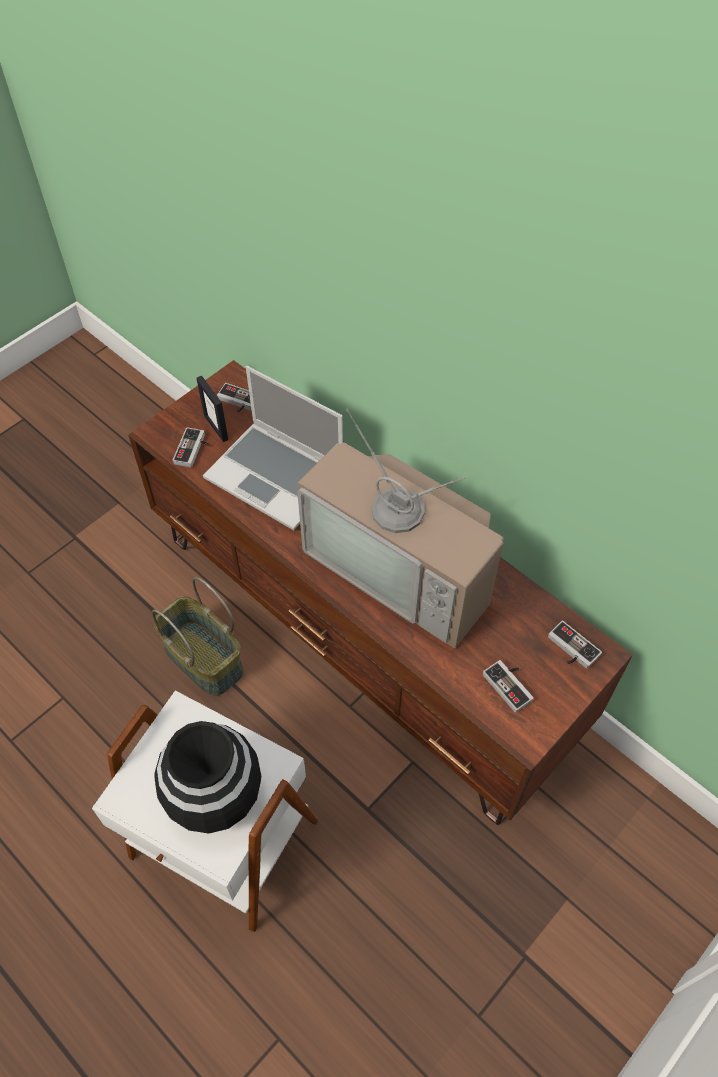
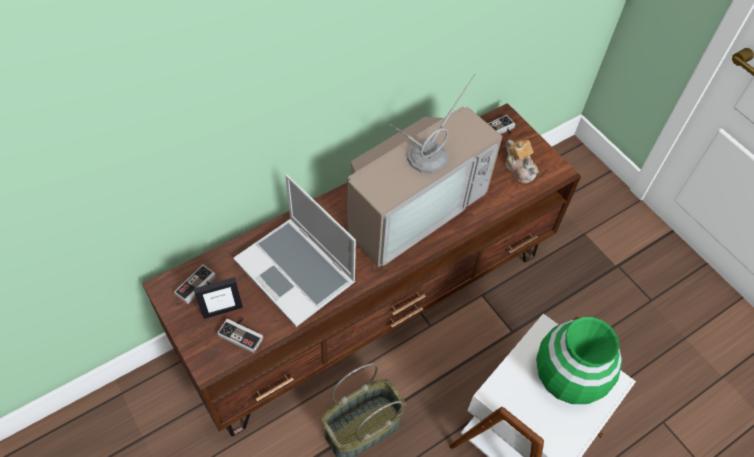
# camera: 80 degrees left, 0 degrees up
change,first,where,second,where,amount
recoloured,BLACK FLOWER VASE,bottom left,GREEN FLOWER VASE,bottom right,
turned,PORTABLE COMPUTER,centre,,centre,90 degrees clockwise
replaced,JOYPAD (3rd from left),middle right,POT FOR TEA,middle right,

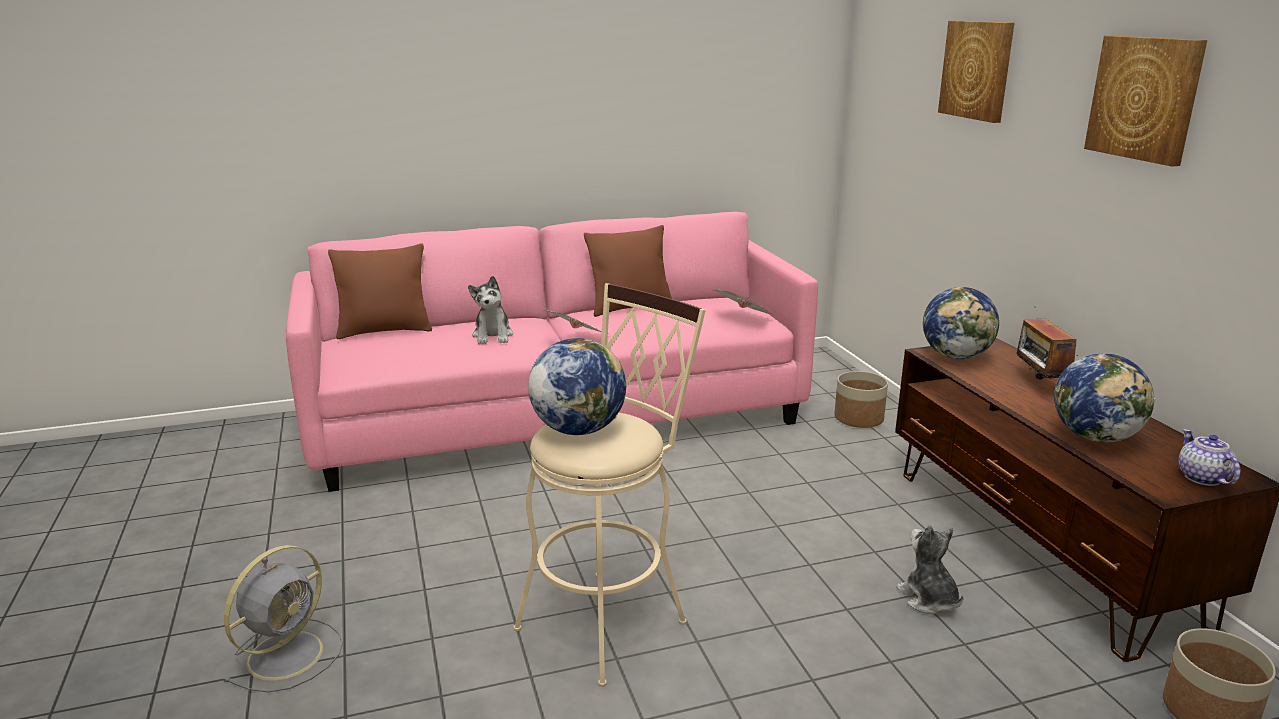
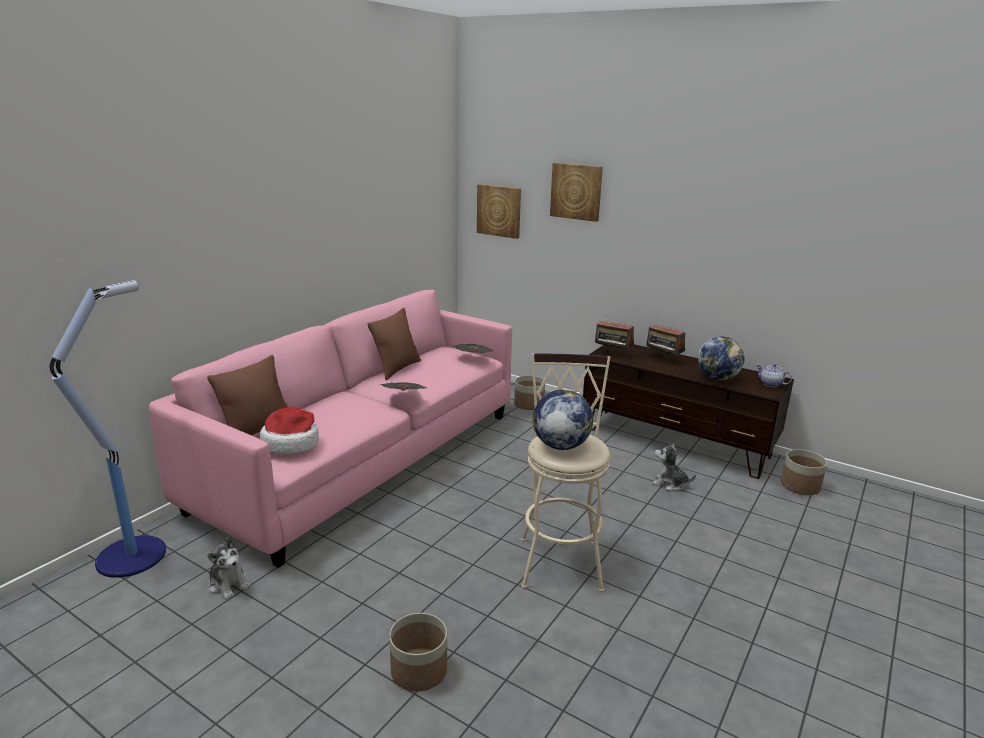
# camera: 40 degrees left, 0 degrees up
change,first,where,second,where,amount
replaced,GRAY FAN,bottom left,PLANT POT (1st from left),bottom centre,
moved,CUDDLY TOY (1st from left),centre,,bottom left,
replaced,WORLD GLOBE (2nd from left),middle right,RADIO RECEIVER (1st from left),centre,
moved,PICTURE (2nd from left in the first image),top right,PICTURE (1st from left),top centre,
added,,,STANDARD LAMP,middle left,
added,,,WEARABLE HAT,middle left,

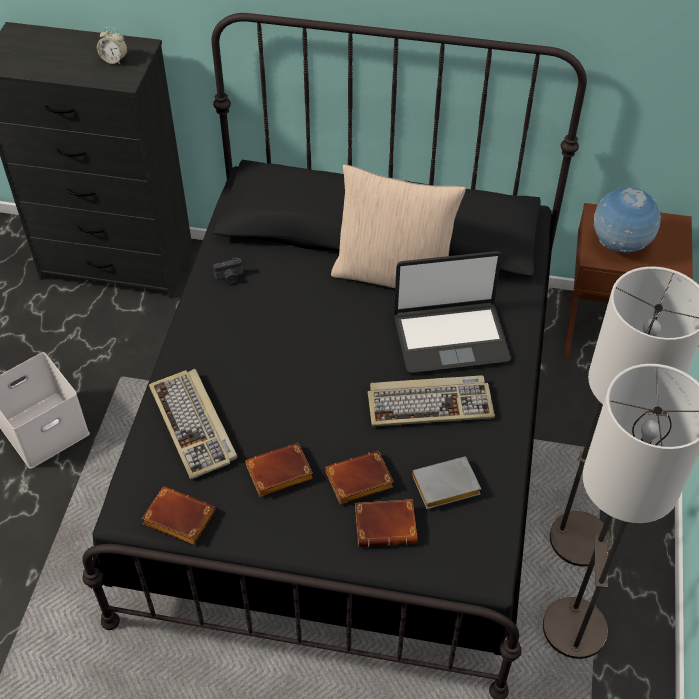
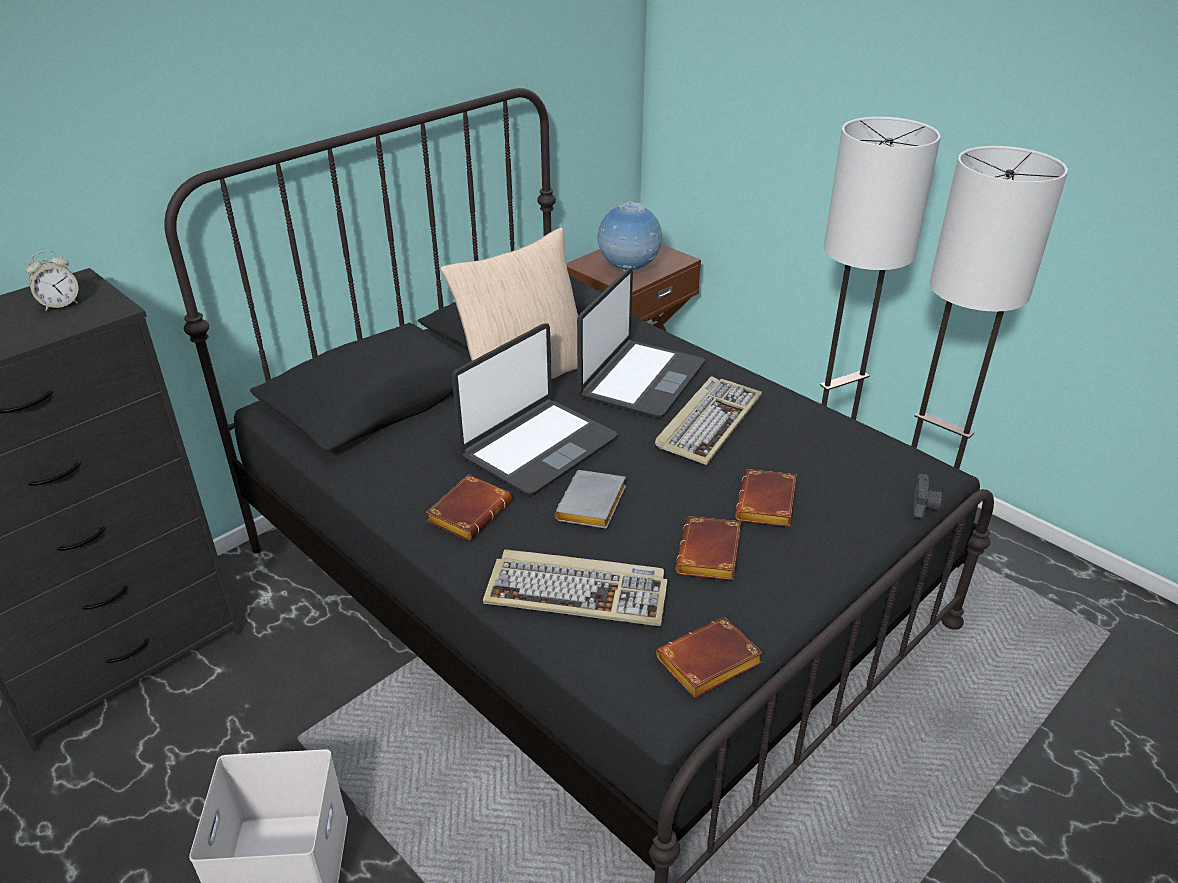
# camera: 55 degrees left, 15 degrees down
change,first,where,second,where,amount
moved,PHOTO CAMERA,middle left,,middle right,
moved,BROWN BOOK (4th from left in the first image),bottom centre,BROWN BOOK (1st from left),centre,
moved,GRAY BOOK,bottom centre,,centre,
added,,,PORTABLE COMPUTER (1st from left),centre,

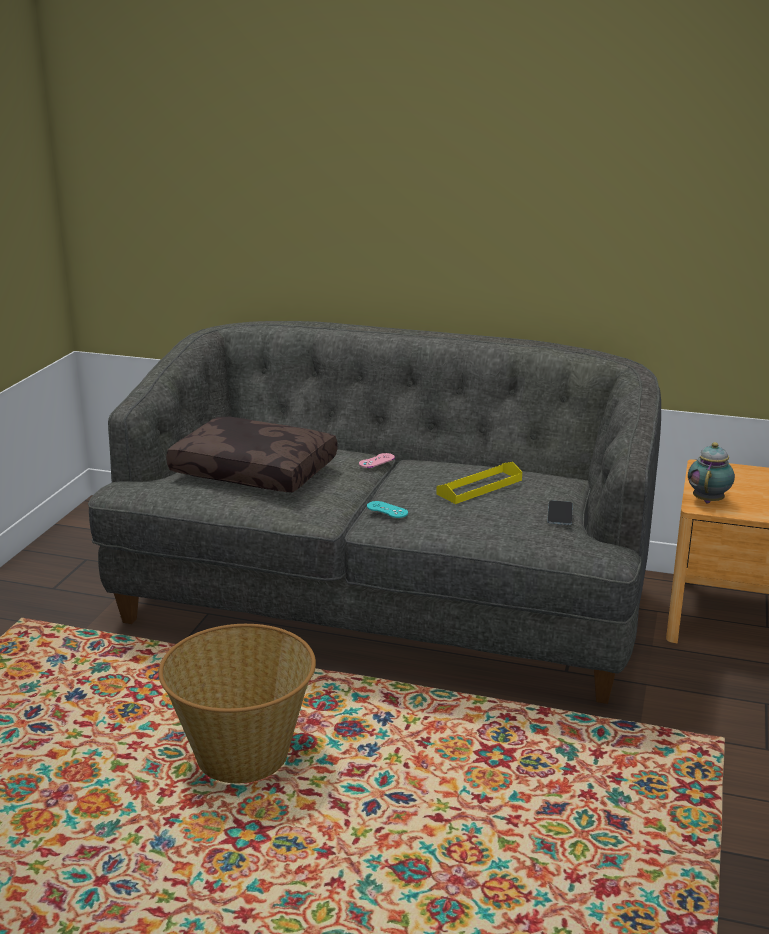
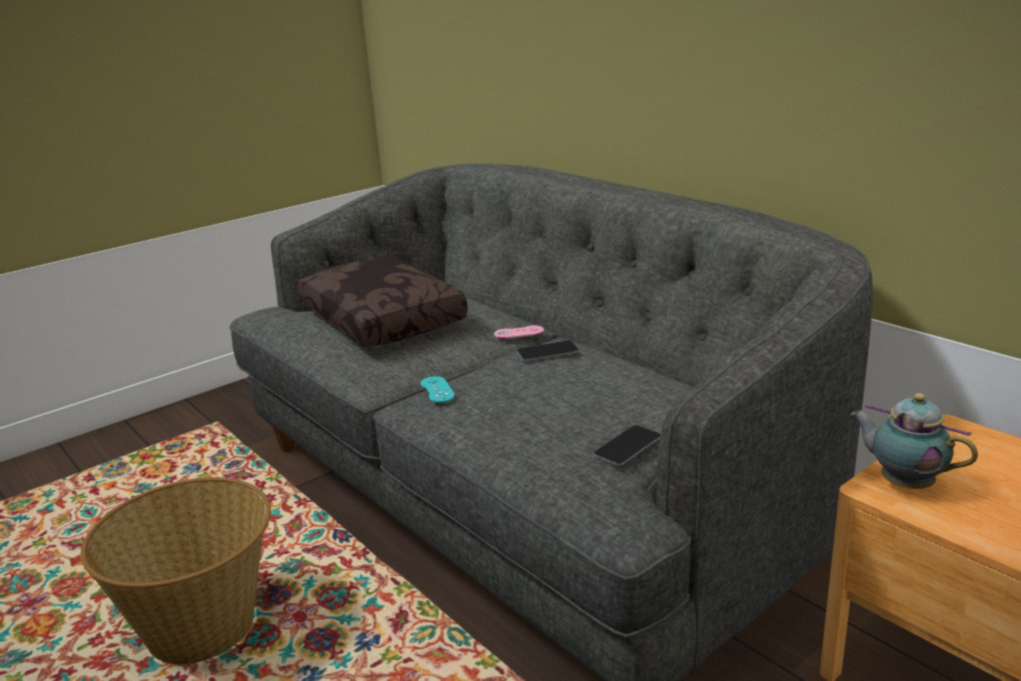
# camera: 35 degrees right, 0 degrees up
change,first,where,second,where,amount
removed,YELLOW-COLOURED CARRYING TRAY,centre,,,
turned,POT FOR TEA,middle right,,middle right,105 degrees counterclockwise
added,,,HANDSET (1st from left),centre,

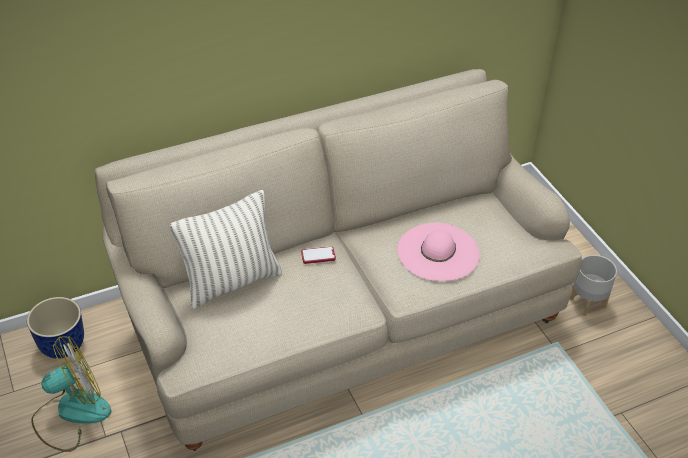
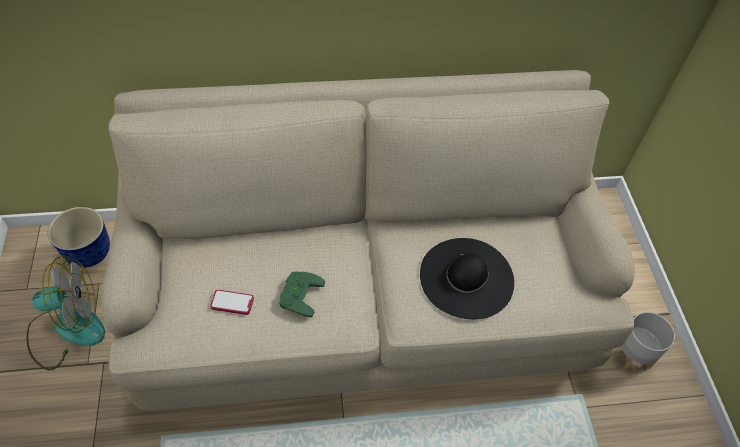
# camera: 15 degrees right, 10 degrees up
change,first,where,second,where,amount
removed,CUSHION,middle left,,,
moved,HANDSET,centre,,bottom left,
recoloured,PINKISH WEARABLE HAT,centre,BLACK WEARABLE HAT,centre,
added,,,GREEN JOYPAD,centre,

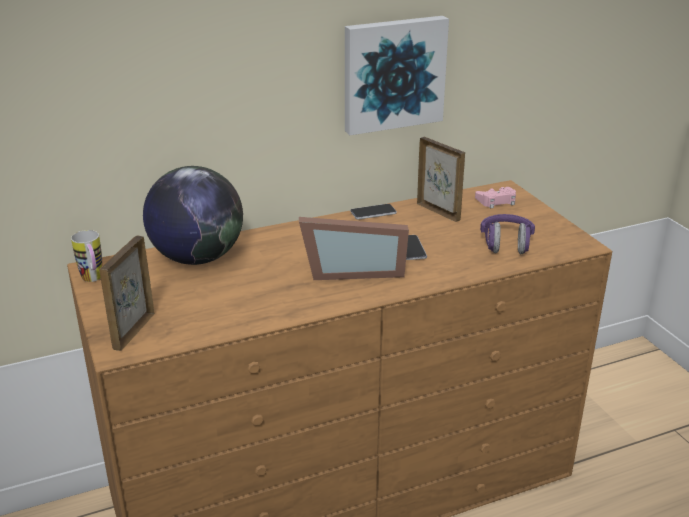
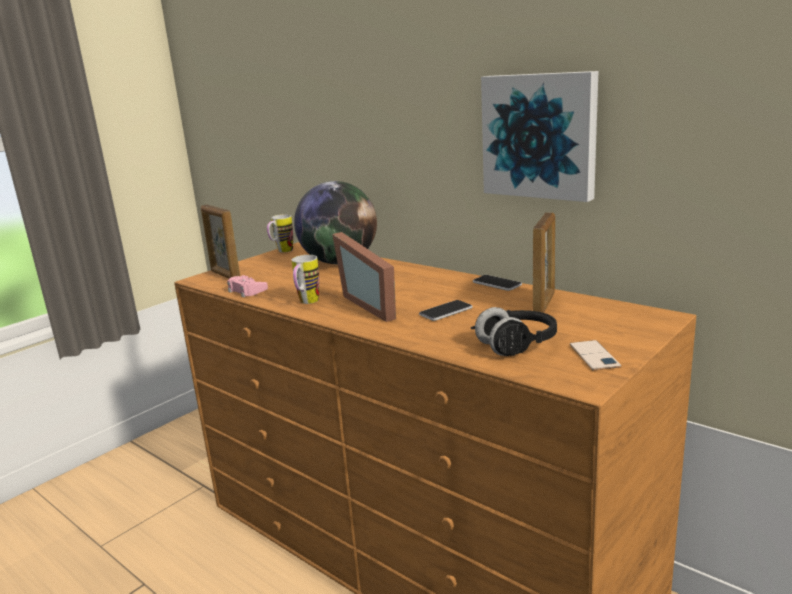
# camera: 65 degrees right, 10 degrees down
change,first,where,second,where,amount
turned,STANDING FRAME (1st from left),middle left,,middle left,120 degrees counterclockwise
moved,PINKISH JOYPAD,middle right,,middle left,
recoloured,PURPLE HEADSET,middle right,BLACK HEADSET,centre,
added,,,TEA MUG (2nd from left),centre,
added,,,HANDSET (3rd from left),middle right,

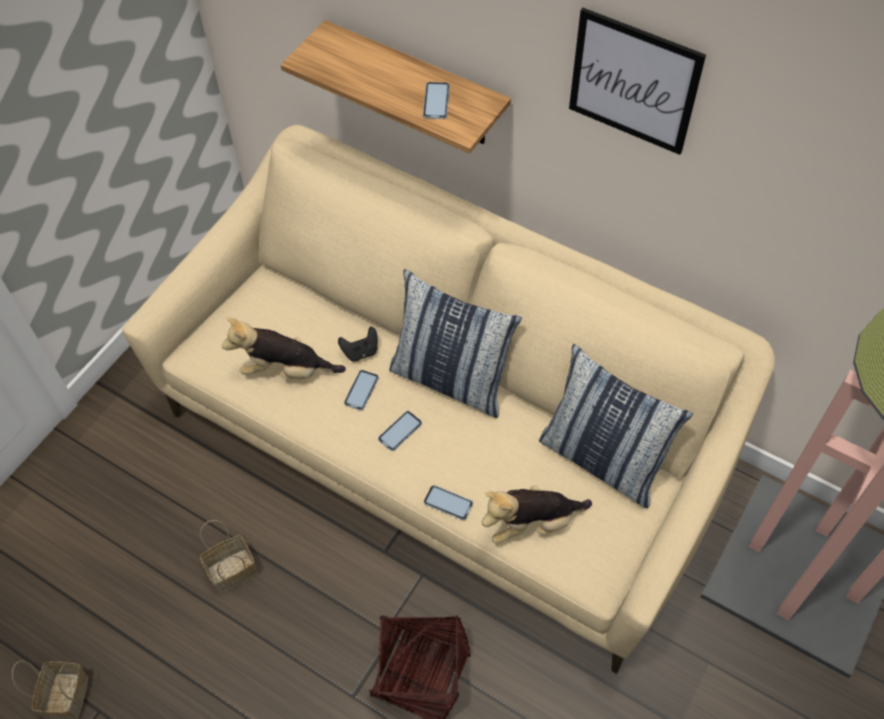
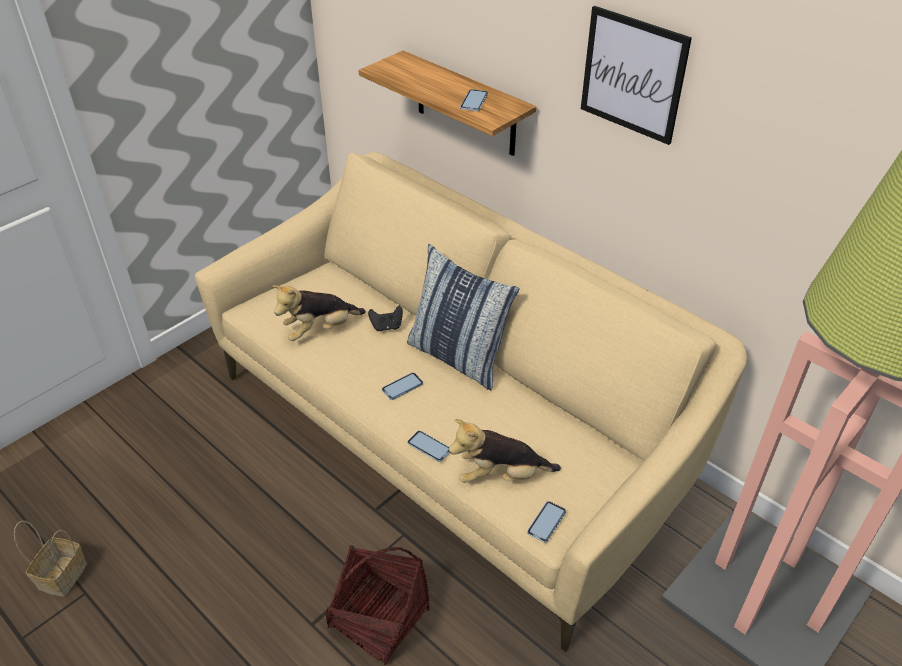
# camera: 10 degrees right, 15 degrees down
change,first,where,second,where,amount
removed,HOUSEHOLD BASKET (2nd from left),bottom left,,,
turned,CUDDLY TOY (1st from left),middle left,,centre,45 degrees counterclockwise
moved,HANDSET (1st from left in the first image),centre,HANDSET (4th from left),bottom centre,
removed,CUSHION (2nd from left),middle right,,,

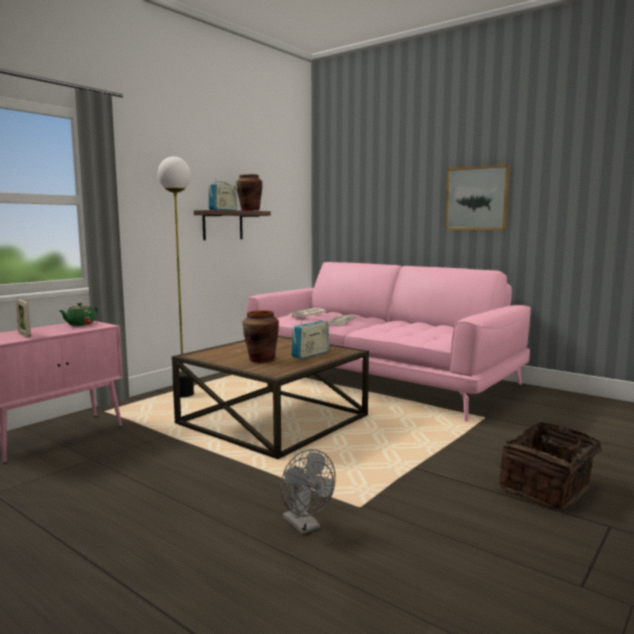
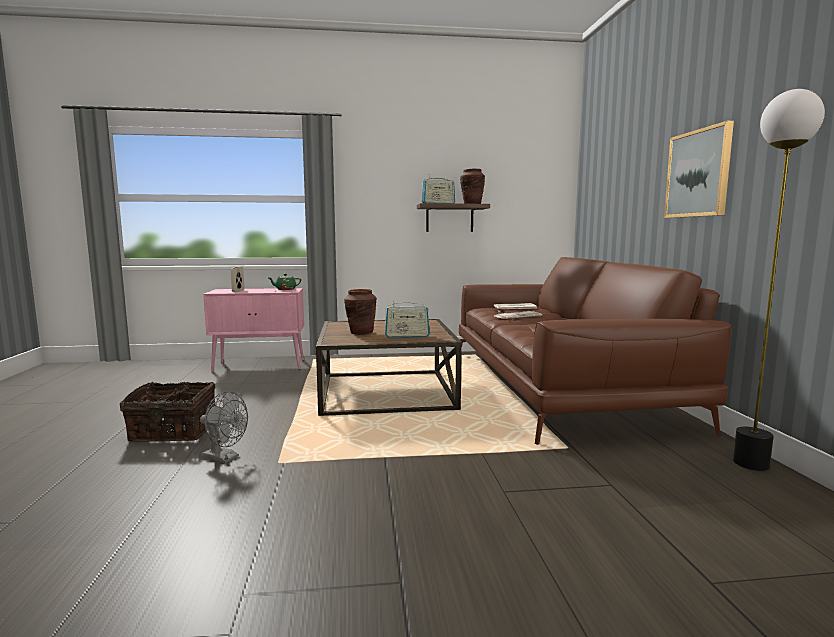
# camera: 45 degrees right, 0 degrees up
change,first,where,second,where,amount
moved,STANDARD LAMP,middle left,,middle right,
recoloured,PINKISH SOFA,centre,BROWN SOFA,middle right,
turned,GRAY FAN,bottom centre,,bottom left,75 degrees counterclockwise
moved,HOUSEHOLD BASKET,bottom right,,middle left,

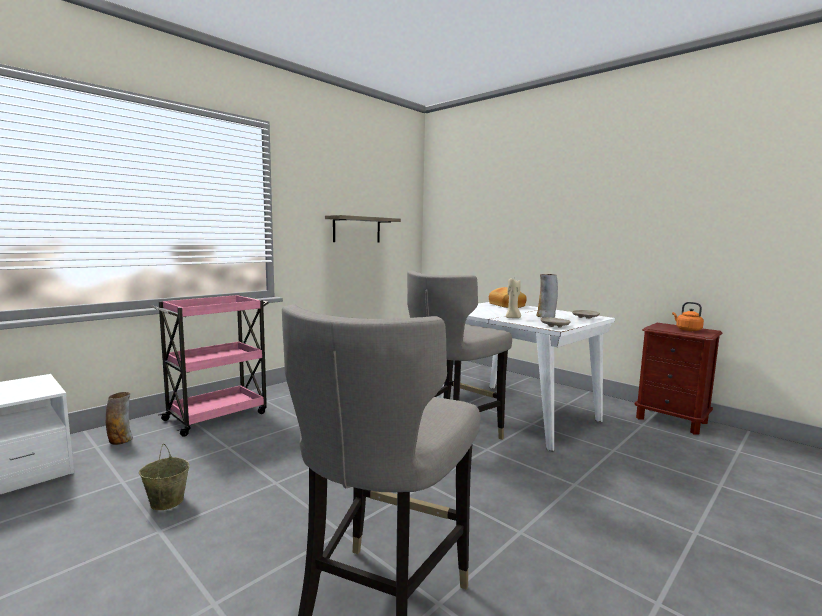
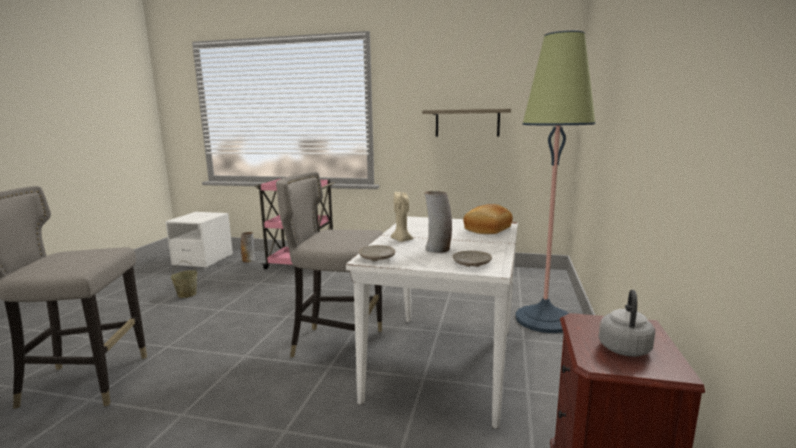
# camera: 60 degrees right, 5 degrees up
change,first,where,second,where,amount
recoloured,ORANGEY KETTLE,middle right,GRAY KETTLE,bottom right,
added,,,STANDARD LAMP,middle right,

